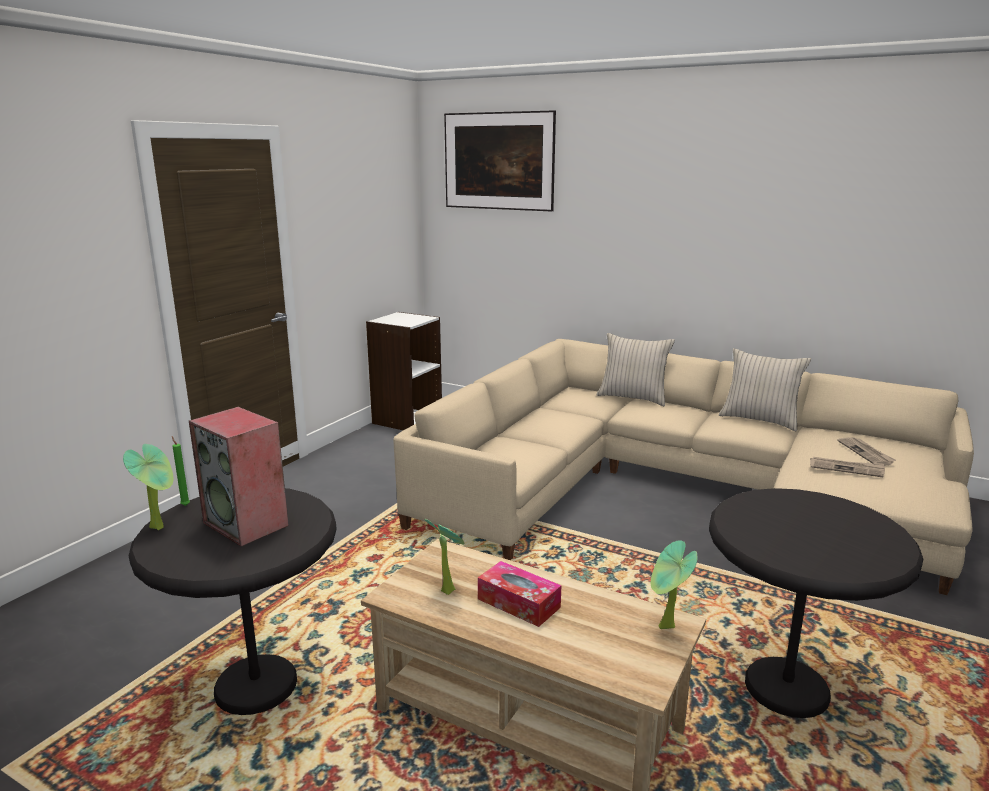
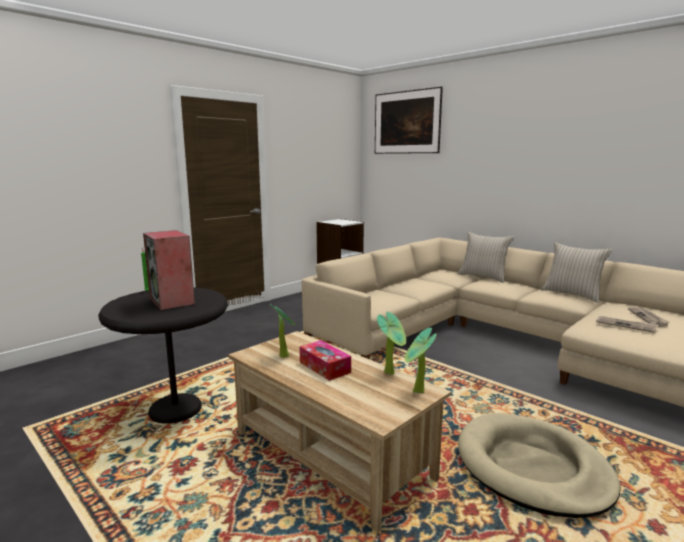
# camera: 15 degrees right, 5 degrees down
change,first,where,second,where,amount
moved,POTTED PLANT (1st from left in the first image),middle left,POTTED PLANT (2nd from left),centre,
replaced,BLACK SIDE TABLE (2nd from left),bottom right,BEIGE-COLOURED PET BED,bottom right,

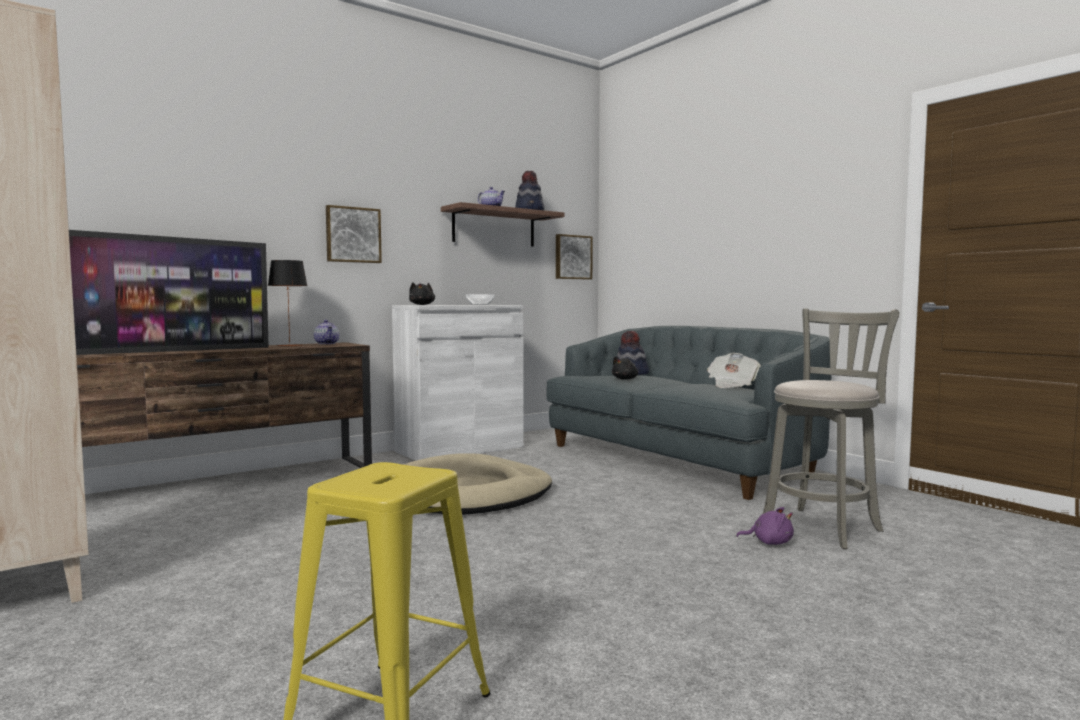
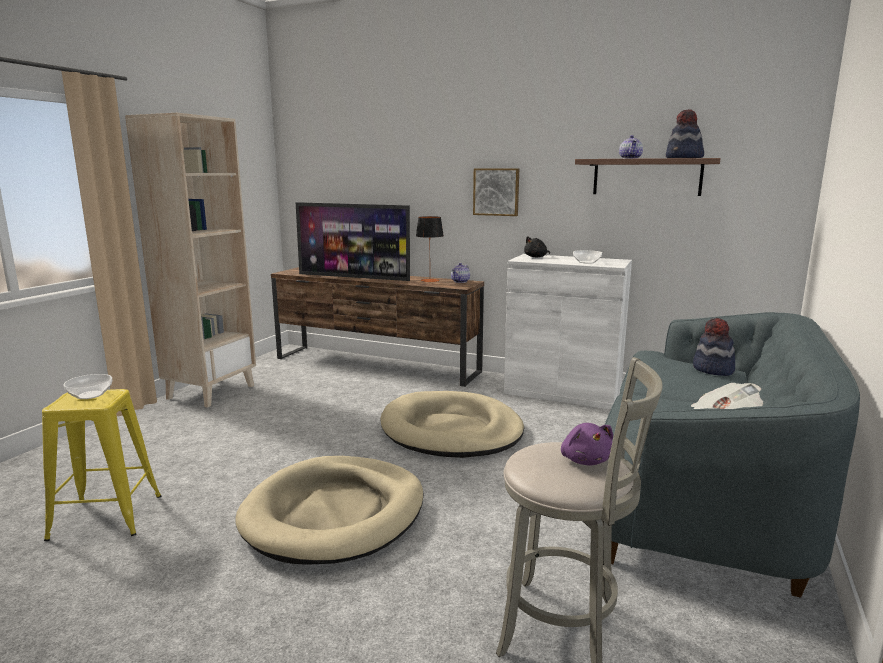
# camera: 60 degrees right, 10 degrees up
change,first,where,second,where,amount
removed,PICTURE (2nd from left),centre,,,
removed,BLACK CUDDLY TOY (2nd from left),centre,,,
moved,PURPLE CUDDLY TOY,bottom right,,bottom centre,
added,,,SERVING BOWL (1st from left),middle left,
added,,,BEIGE-COLOURED PET BED (1st from left),bottom centre,

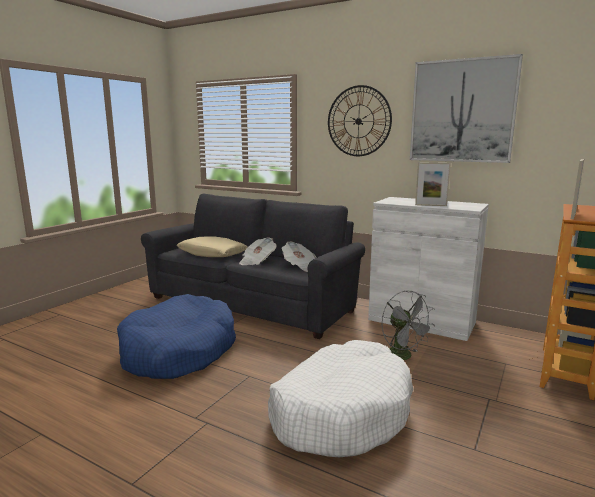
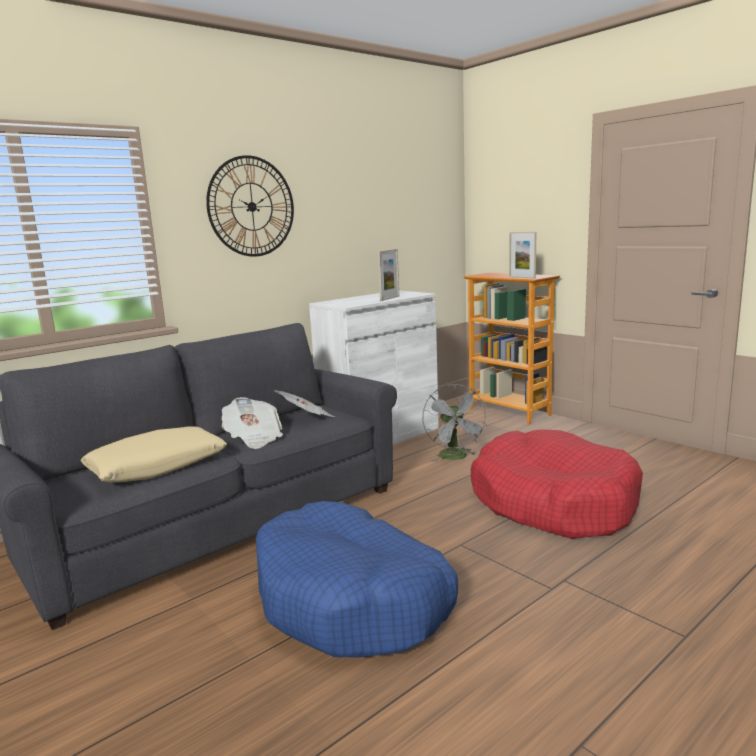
# camera: 70 degrees left, 0 degrees up
change,first,where,second,where,amount
recoloured,WHITISH PET BED,bottom centre,RED PET BED,middle right,
turned,GRAY FAN,middle right,,centre,90 degrees clockwise
removed,PICTURE,top right,,,

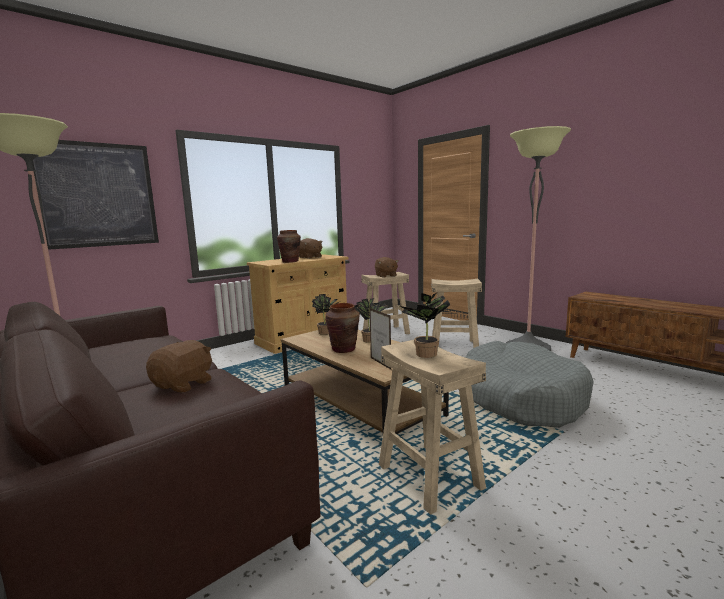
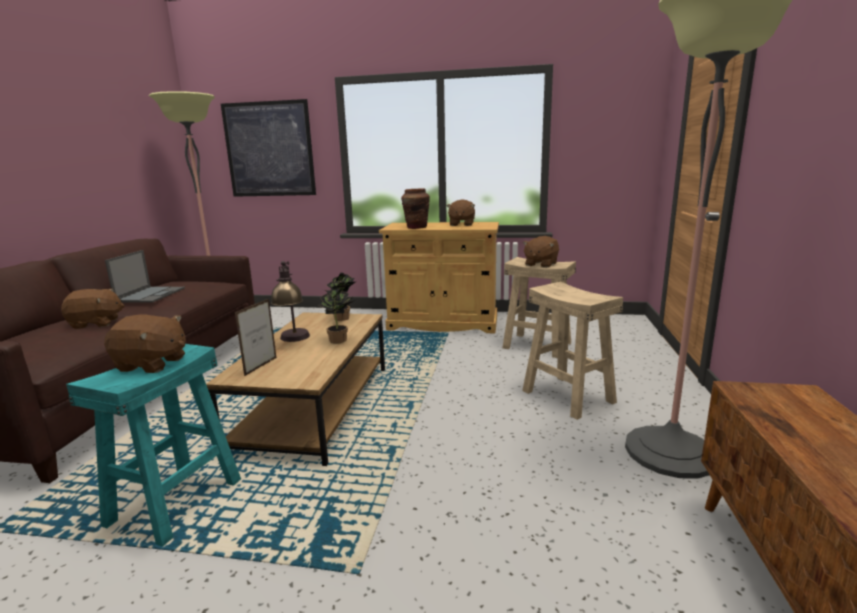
# camera: 50 degrees right, 5 degrees up
change,first,where,second,where,amount
replaced,BROWN FLOWER VASE (2nd from left),centre,TABLETOP LAMP,centre,
recoloured,BEIGE-COLOURED STOOL (2nd from left),bottom centre,TURQUOISE-COLOURED STOOL,bottom left,
replaced,POTTED PLANT (3rd from left),centre,BROWN CUDDLY TOY (2nd from left),middle left,
removed,GRAY PET BED,middle right,,,
added,,,PORTABLE COMPUTER,middle left,

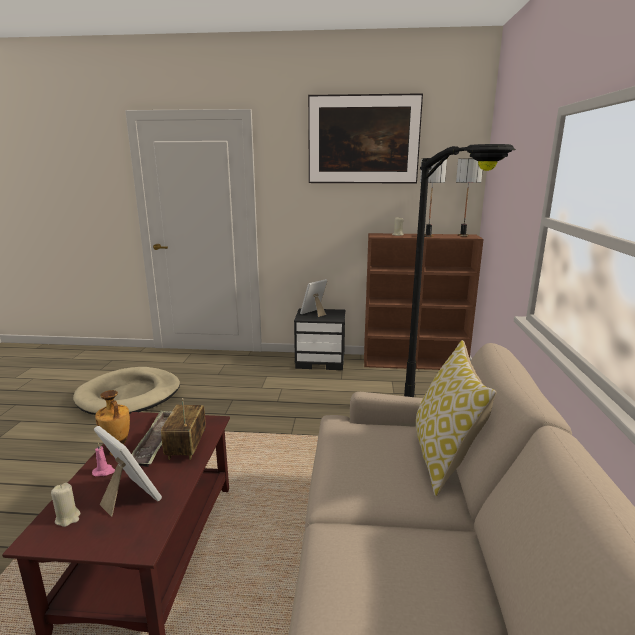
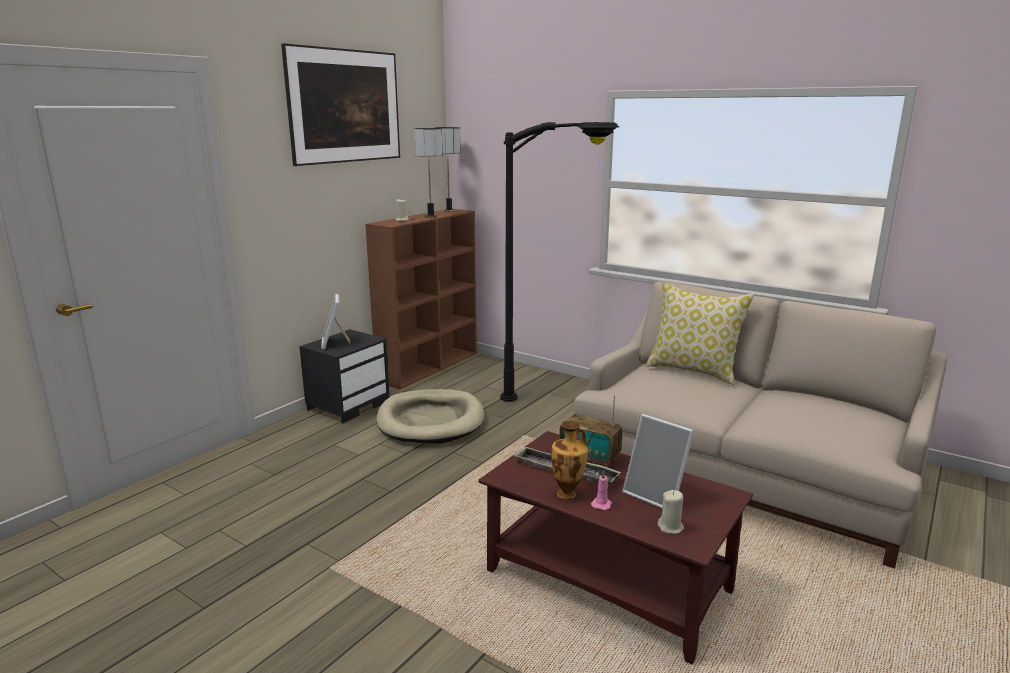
# camera: 60 degrees left, 0 degrees up
change,first,where,second,where,amount
moved,BEIGE-COLOURED PET BED,middle left,,centre,
turned,STANDING FRAME (1st from left in the first image),bottom left,STANDING FRAME (2nd from left),bottom centre,120 degrees counterclockwise

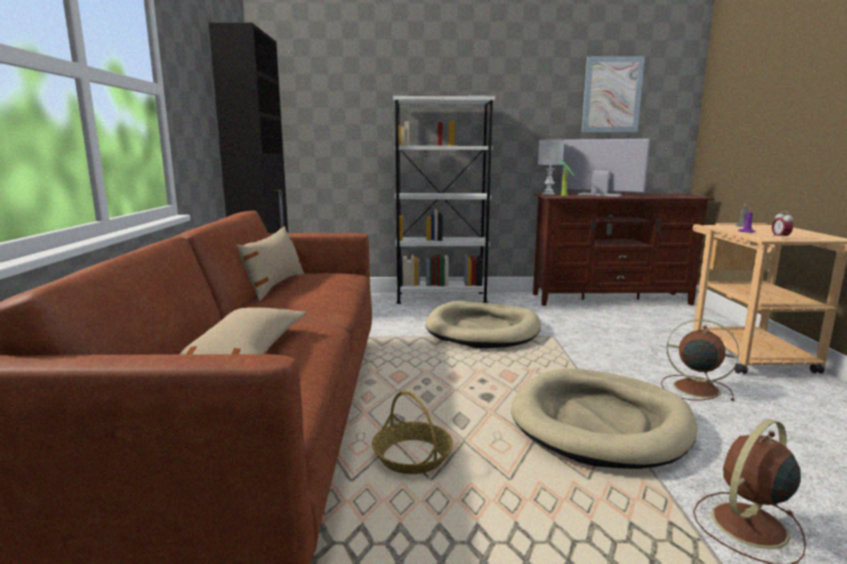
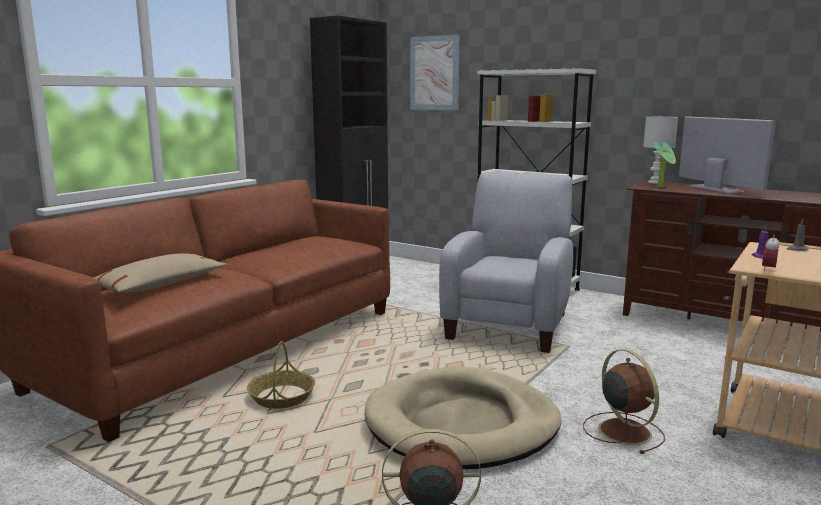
# camera: 35 degrees right, 0 degrees up
change,first,where,second,where,amount
removed,BEIGE-COLOURED CUSHION (2nd from left),middle left,,,
replaced,BEIGE-COLOURED PET BED (1st from left),centre,GRAY LOUNGE CHAIR,centre,
moved,PICTURE,top right,,top centre,

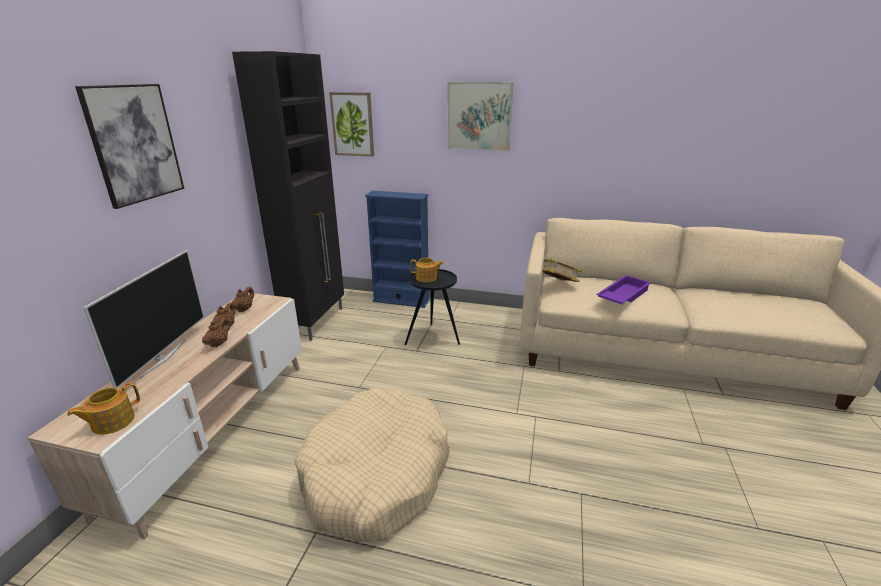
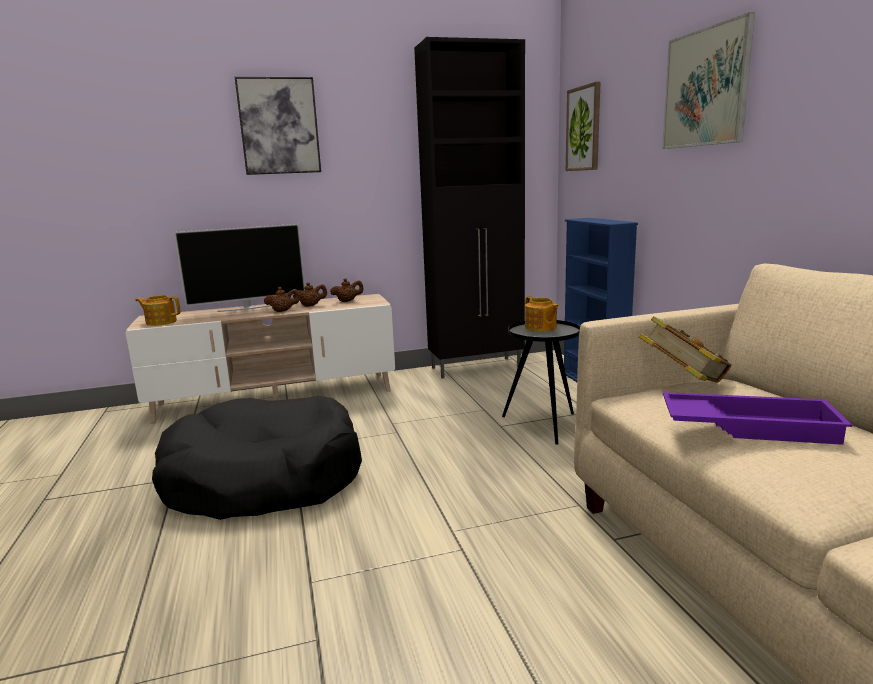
# camera: 60 degrees right, 10 degrees down
change,first,where,second,where,amount
recoloured,BEIGE-COLOURED PET BED,bottom centre,BLACK PET BED,bottom left,

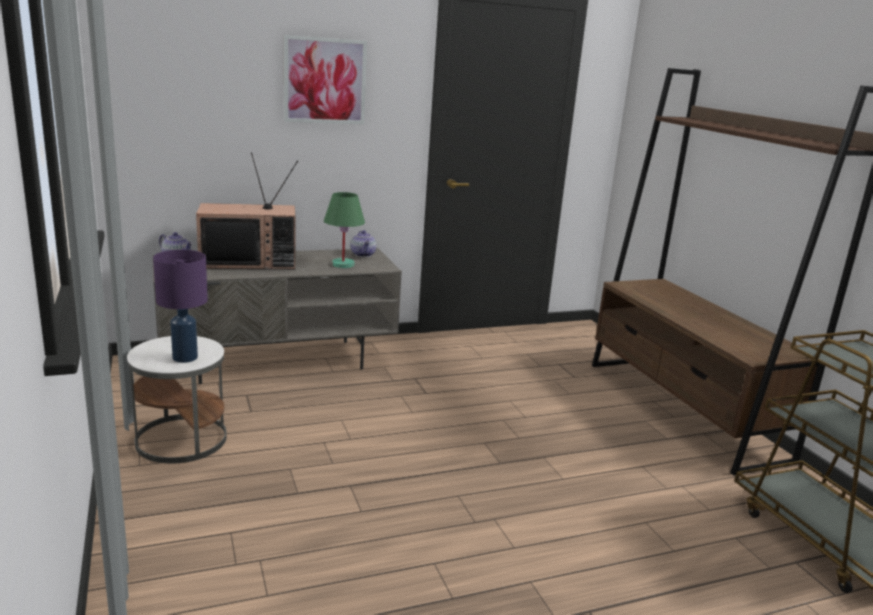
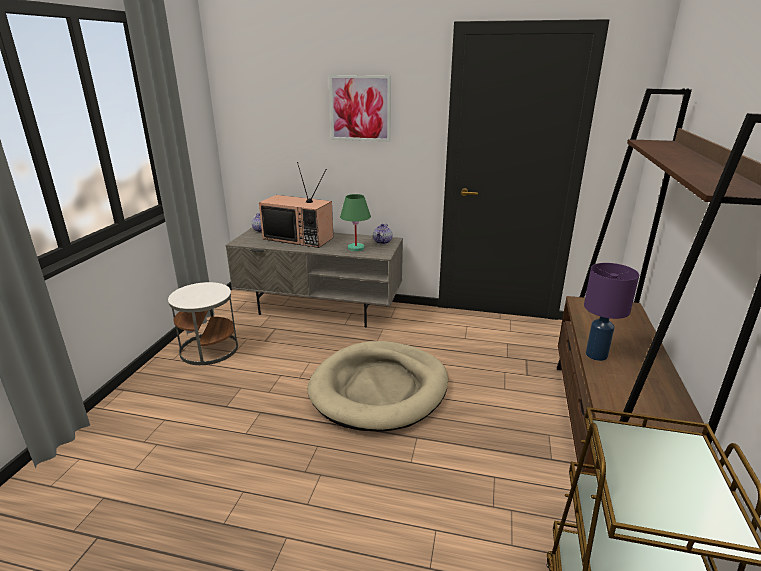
# camera: 35 degrees right, 5 degrees up
change,first,where,second,where,amount
moved,PURPLE TABLETOP LAMP,middle left,,middle right,
added,,,BEIGE-COLOURED PET BED,bottom centre,

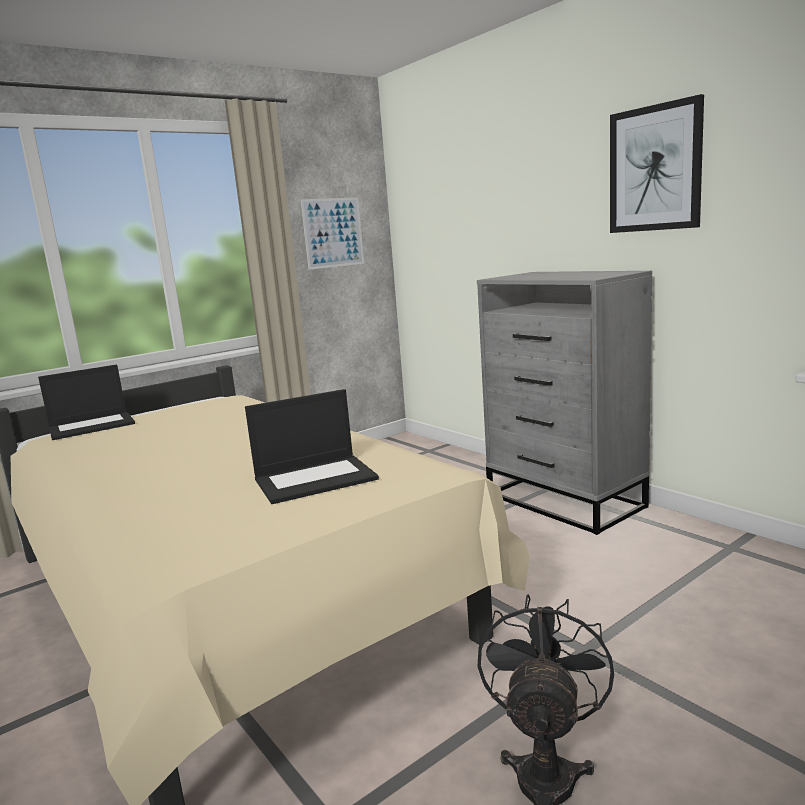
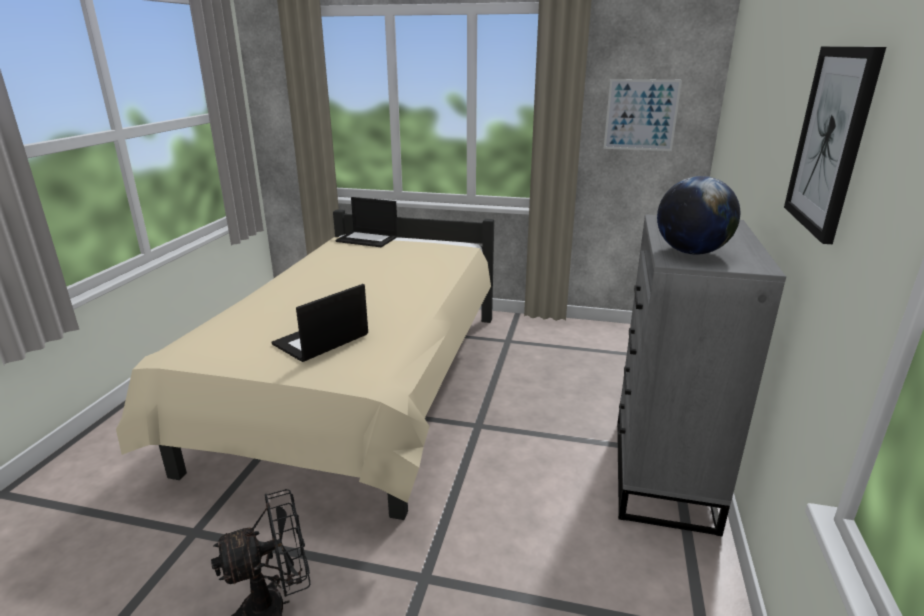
# camera: 50 degrees right, 10 degrees up
change,first,where,second,where,amount
turned,PORTABLE COMPUTER (2nd from left in the first image),centre,PORTABLE COMPUTER (1st from left),centre,105 degrees clockwise
added,,,WORLD GLOBE,middle right,

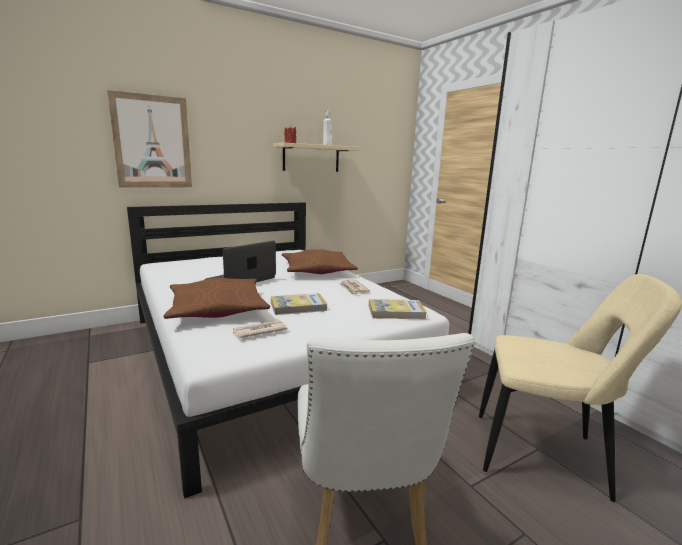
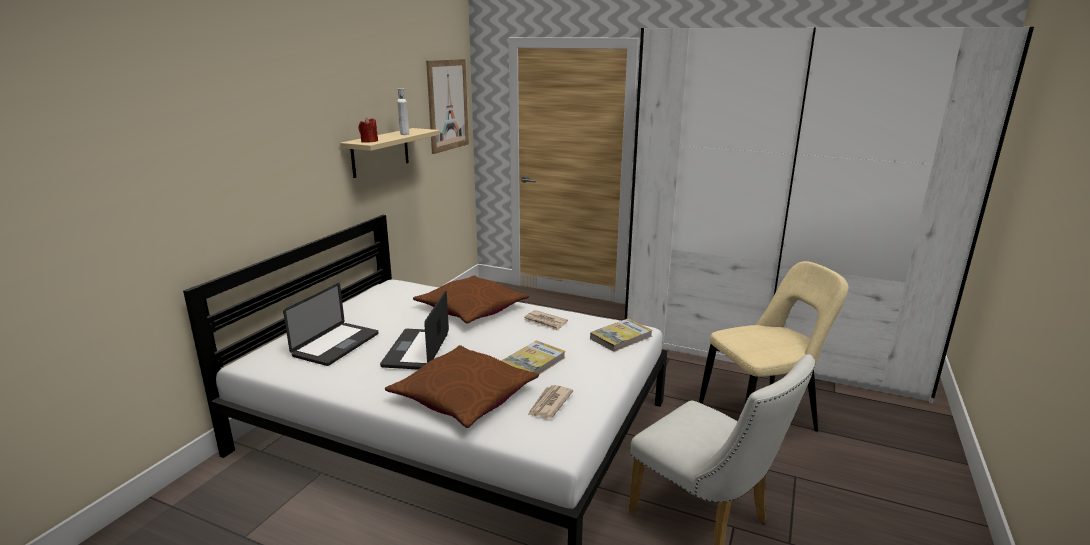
# camera: 35 degrees left, 5 degrees up
change,first,where,second,where,amount
moved,PICTURE,top left,,top centre,
added,,,PORTABLE COMPUTER (1st from left),middle left,

